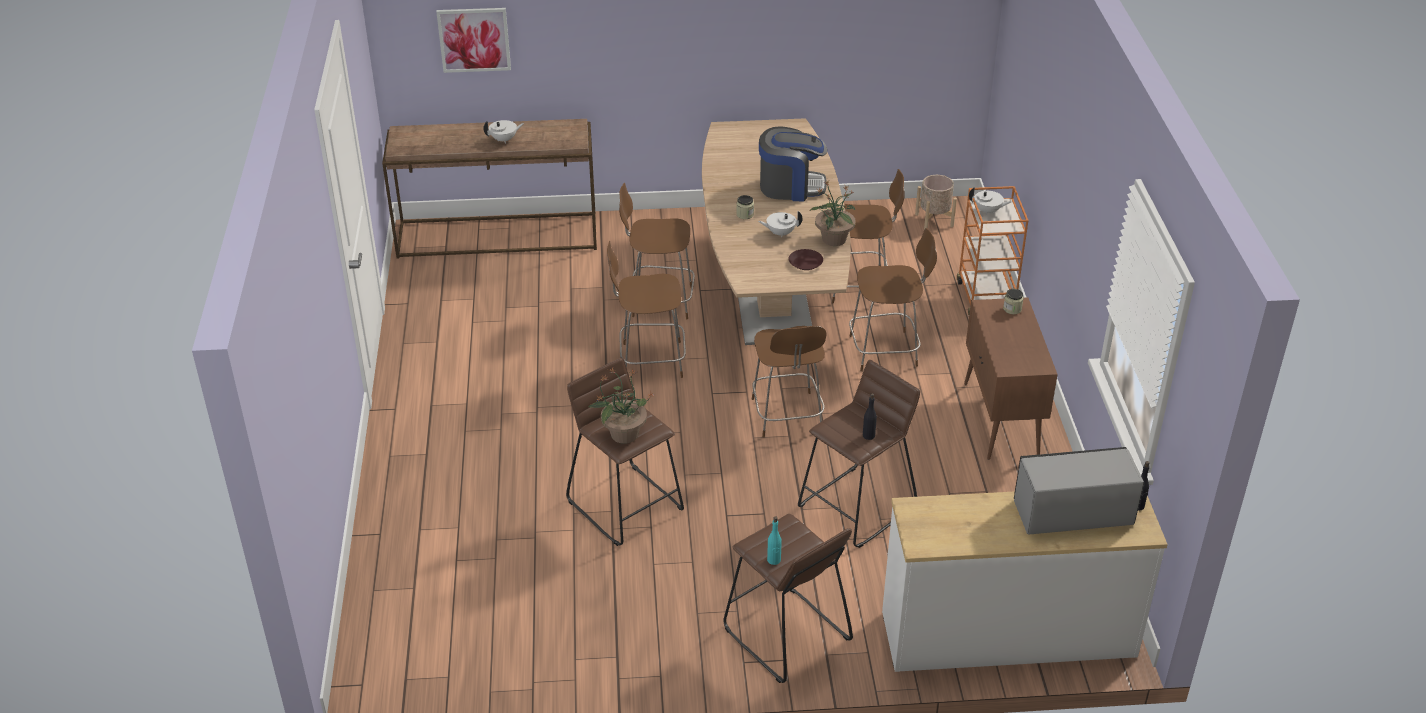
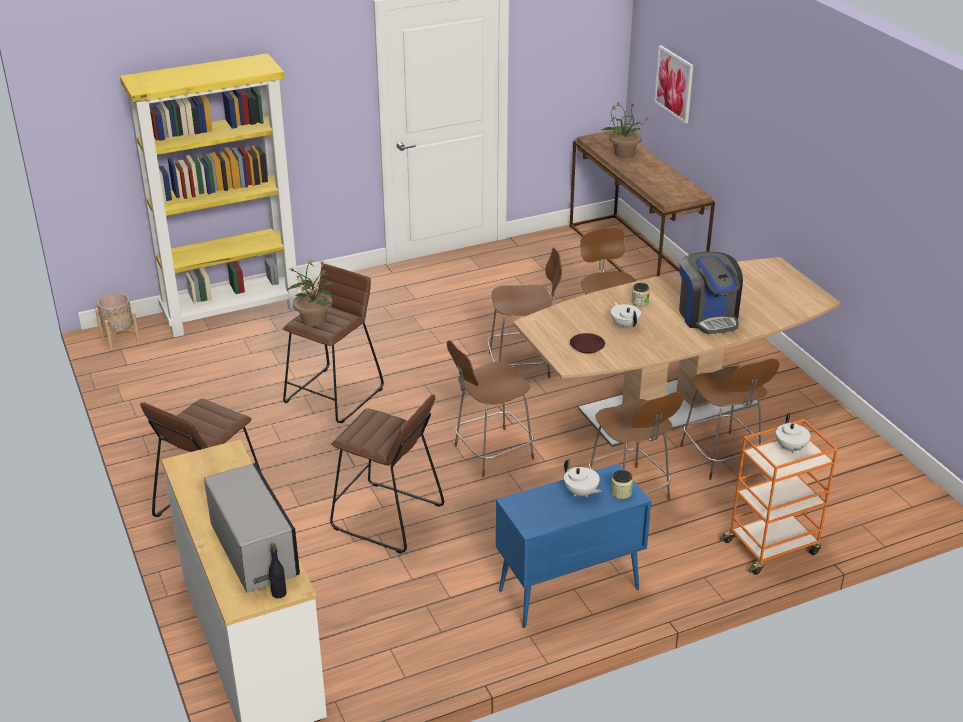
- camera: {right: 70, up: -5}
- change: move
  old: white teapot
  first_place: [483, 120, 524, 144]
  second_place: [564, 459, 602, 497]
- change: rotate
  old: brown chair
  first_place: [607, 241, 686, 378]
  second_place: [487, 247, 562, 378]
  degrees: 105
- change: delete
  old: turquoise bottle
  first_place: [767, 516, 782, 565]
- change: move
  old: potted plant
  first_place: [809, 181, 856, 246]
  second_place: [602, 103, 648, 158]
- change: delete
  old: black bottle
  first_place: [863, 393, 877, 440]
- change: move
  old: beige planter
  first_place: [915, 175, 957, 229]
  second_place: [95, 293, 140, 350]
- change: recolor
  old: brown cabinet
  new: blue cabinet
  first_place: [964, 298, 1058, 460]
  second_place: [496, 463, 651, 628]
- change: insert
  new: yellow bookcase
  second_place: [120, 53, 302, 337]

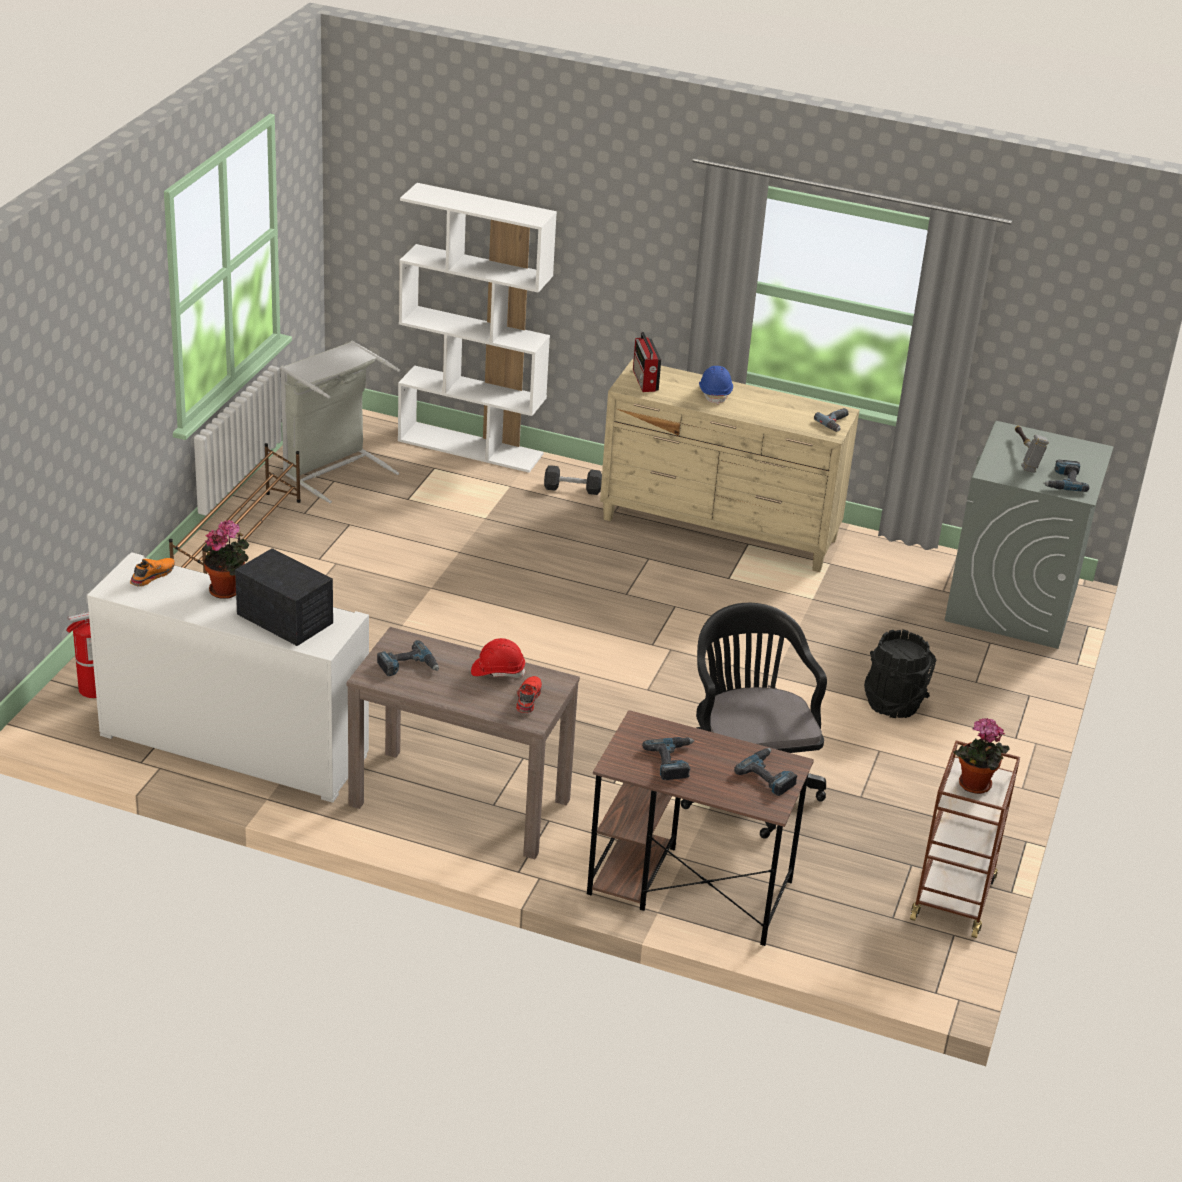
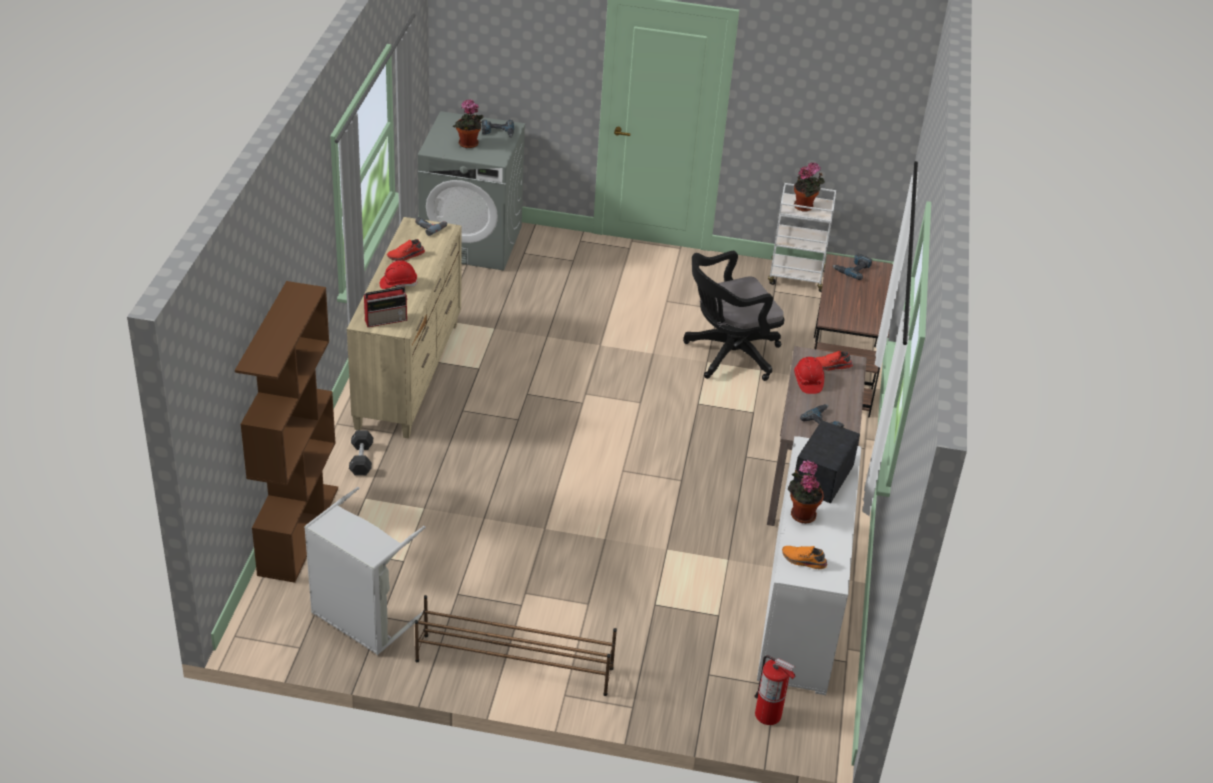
- camera: {right: -100, up: 5}
- change: recolor
  old: white bookcase
  new: brown bookcase
  first_place: [398, 183, 557, 473]
  second_place: [235, 281, 338, 583]
- change: delete
  old: power drill
  first_place: [642, 737, 695, 780]
- change: recolor
  old: blue hard hat
  new: red hard hat
  first_place: [699, 366, 733, 405]
  second_place: [380, 260, 417, 289]
- change: delete
  old: black bucket
  first_place: [864, 629, 936, 718]
- change: recolor
  old: brown cart
  new: white cart
  first_place: [910, 741, 1020, 938]
  second_place: [768, 183, 836, 292]
- change: replace
  old: hammer
  new: potted plant
  first_place: [1015, 426, 1049, 473]
  second_place: [453, 99, 483, 148]
- change: insert
  new: red shoe
  second_place: [387, 239, 425, 261]

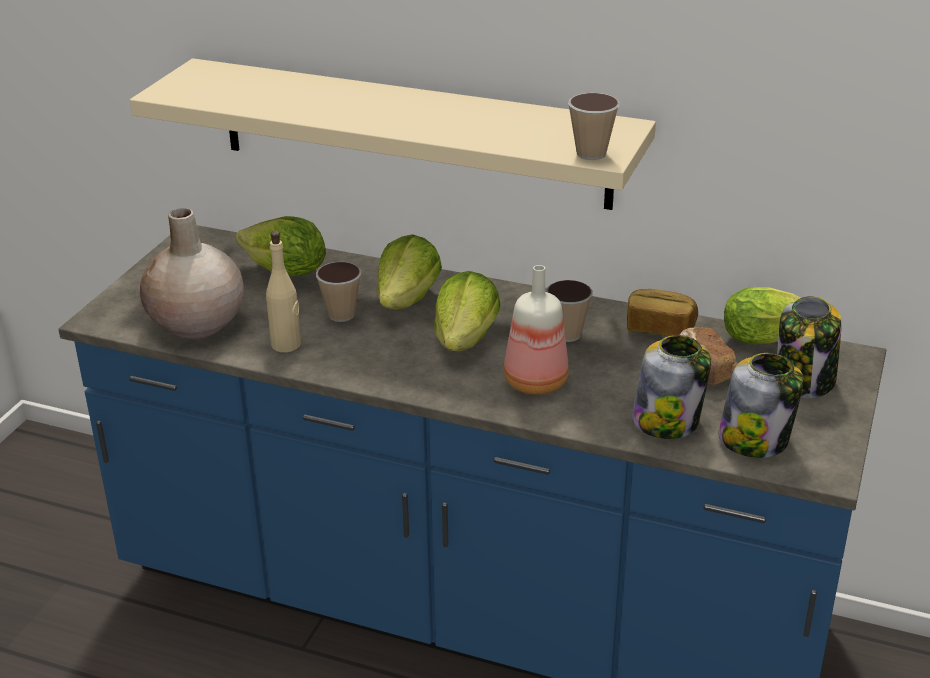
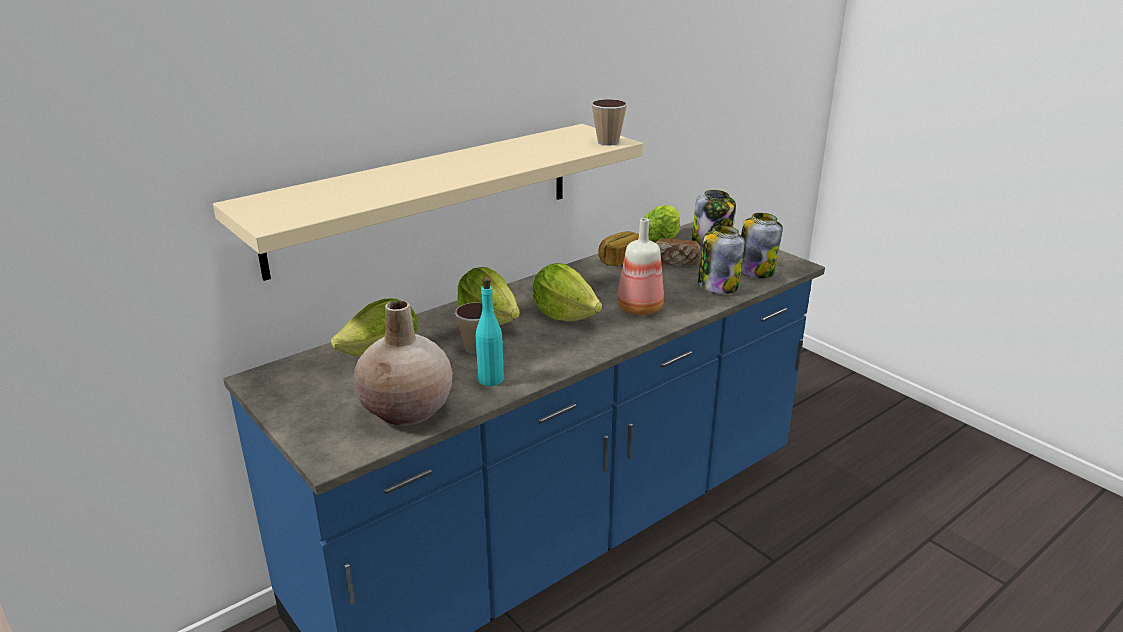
- camera: {right: -60, up: -5}
- change: recolor
  old: beige bottle
  new: turquoise bottle
  first_place: [266, 231, 301, 353]
  second_place: [476, 277, 504, 386]
- change: delete
  old: cup
  first_place: [546, 280, 593, 342]

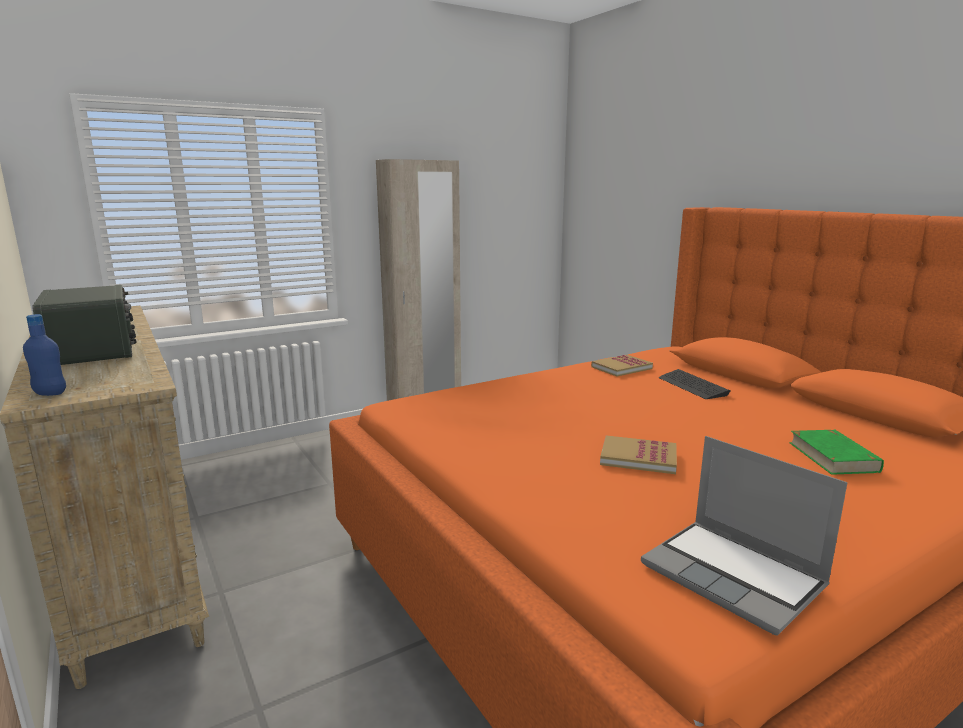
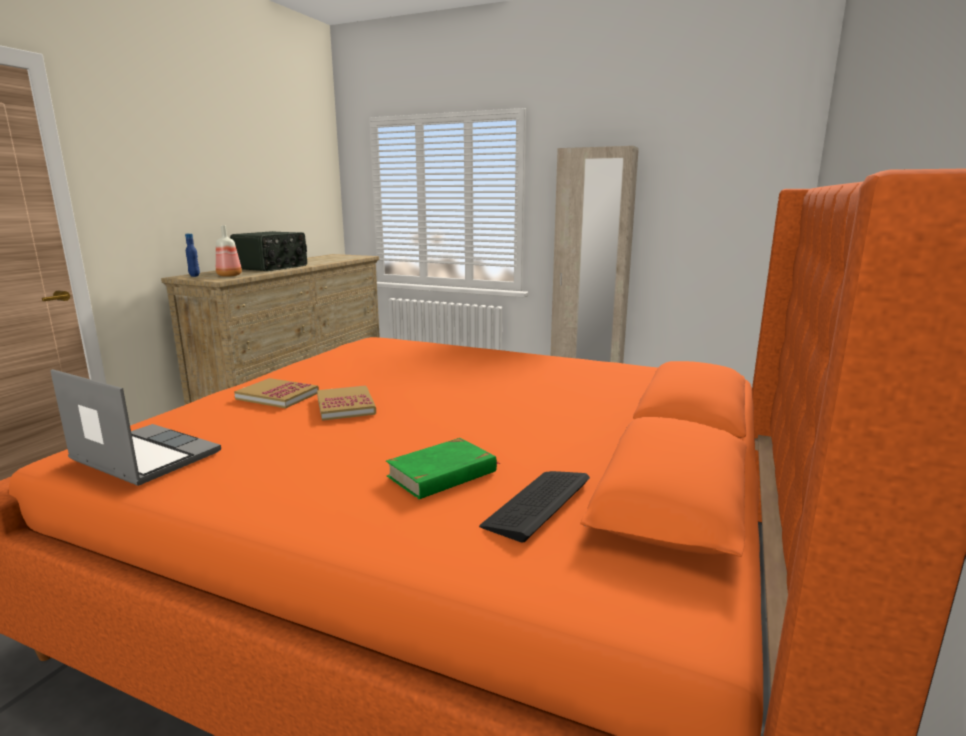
- camera: {right: 55, up: 0}
- change: move
  old: book
  first_place: [591, 355, 653, 376]
  second_place: [234, 378, 319, 408]
- change: rotate
  old: laptop
  first_place: [641, 436, 848, 636]
  second_place: [50, 369, 221, 486]
  degrees: 105
- change: move
  old: keyboard
  first_place: [659, 369, 731, 399]
  second_place: [479, 471, 590, 543]
- change: insert
  new: bottle
  second_place: [216, 225, 242, 277]

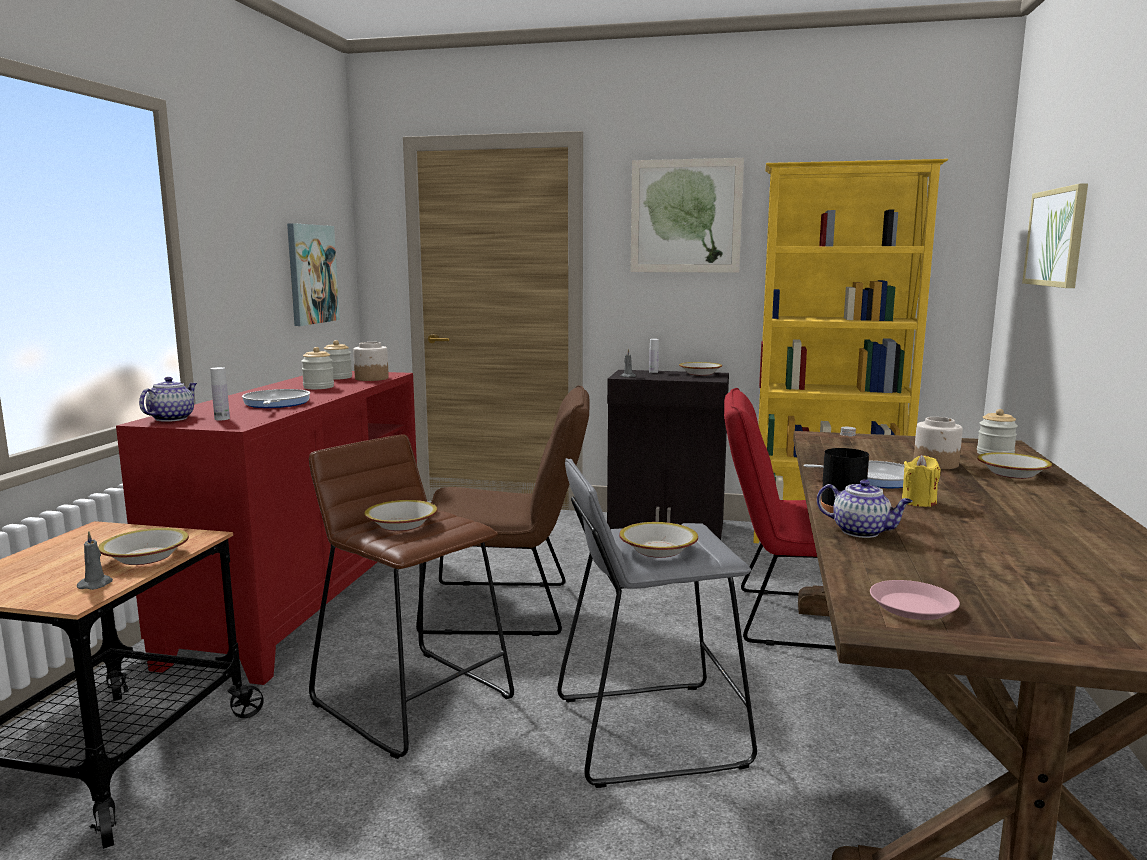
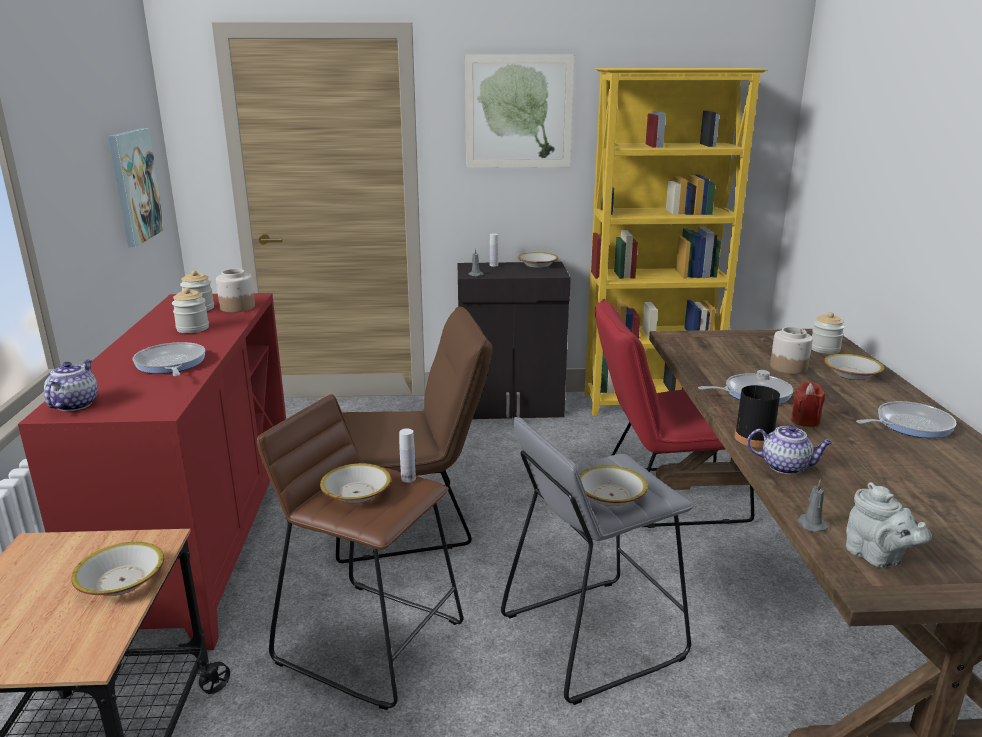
- camera: {right: -15, up: 10}
- change: move
  old: grey candle
  first_place: [77, 531, 113, 590]
  second_place: [797, 479, 828, 532]
- change: move
  old: white bottle
  first_place: [210, 367, 230, 420]
  second_place: [399, 429, 416, 483]
- change: replace
  old: pink plate
  new: grey teapot
  first_place: [870, 580, 960, 620]
  second_place: [846, 482, 932, 568]
- change: recolor
  old: yellow candle
  new: red candle
  first_place: [902, 455, 941, 507]
  second_place: [791, 382, 825, 427]
- change: delete
  old: picture
  first_place: [1022, 183, 1088, 288]
- change: insert
  new: frying pan
  second_place: [856, 401, 957, 438]

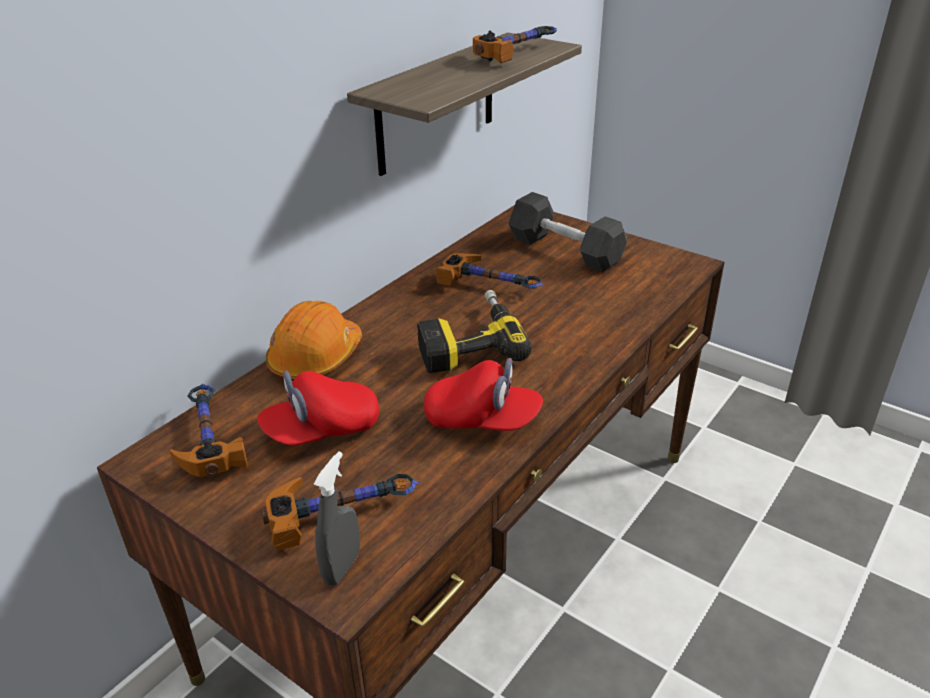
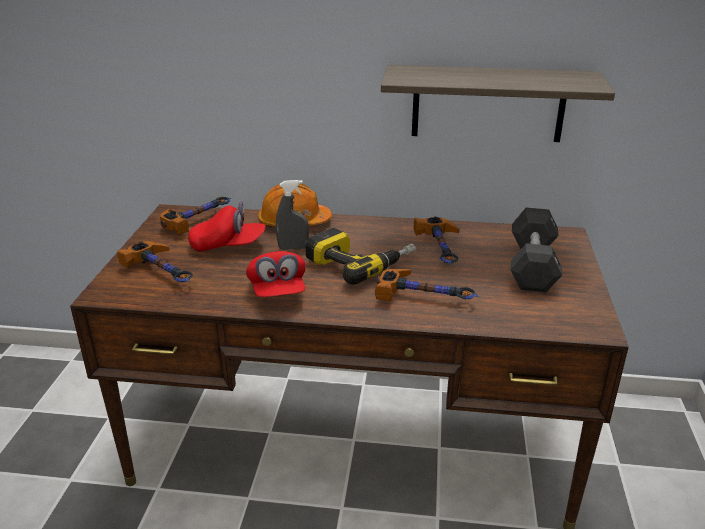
- camera: {right: 60, up: -5}
- change: rotate
  old: red cap
  first_place: [257, 370, 379, 445]
  second_place: [188, 201, 266, 252]
  degrees: 150
- change: move
  old: grey spray bottle
  first_place: [314, 452, 360, 586]
  second_place: [276, 180, 309, 250]
- change: move
  old: hammer
  first_place: [473, 26, 557, 63]
  second_place: [375, 269, 478, 301]

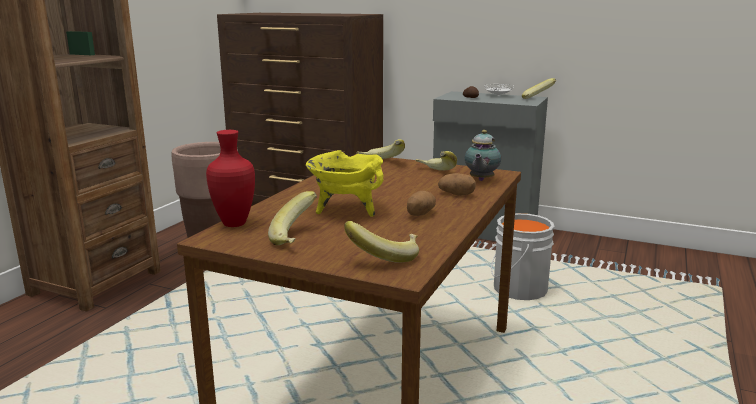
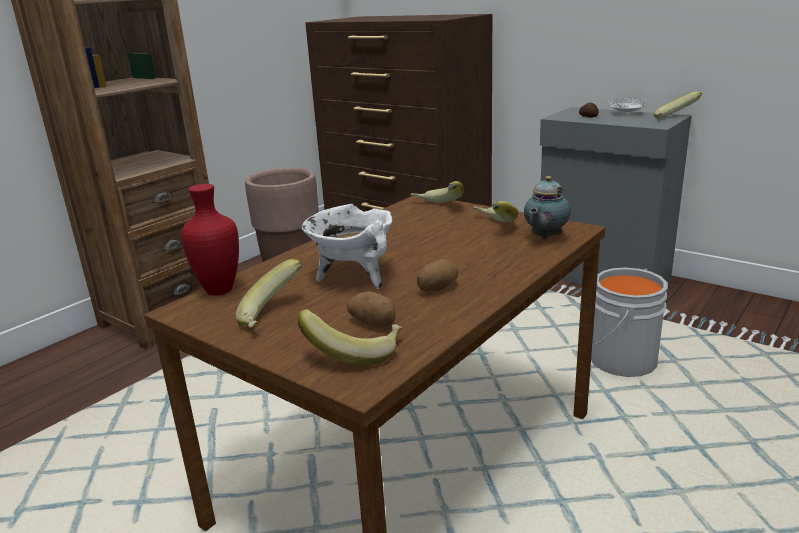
- camera: {right: 15, up: 5}
- change: recolor
  old: yellow cooking pot
  new: white cooking pot
  first_place: [306, 150, 384, 217]
  second_place: [302, 204, 392, 289]
- change: move
  old: potato
  first_place: [438, 173, 476, 196]
  second_place: [347, 291, 395, 327]

